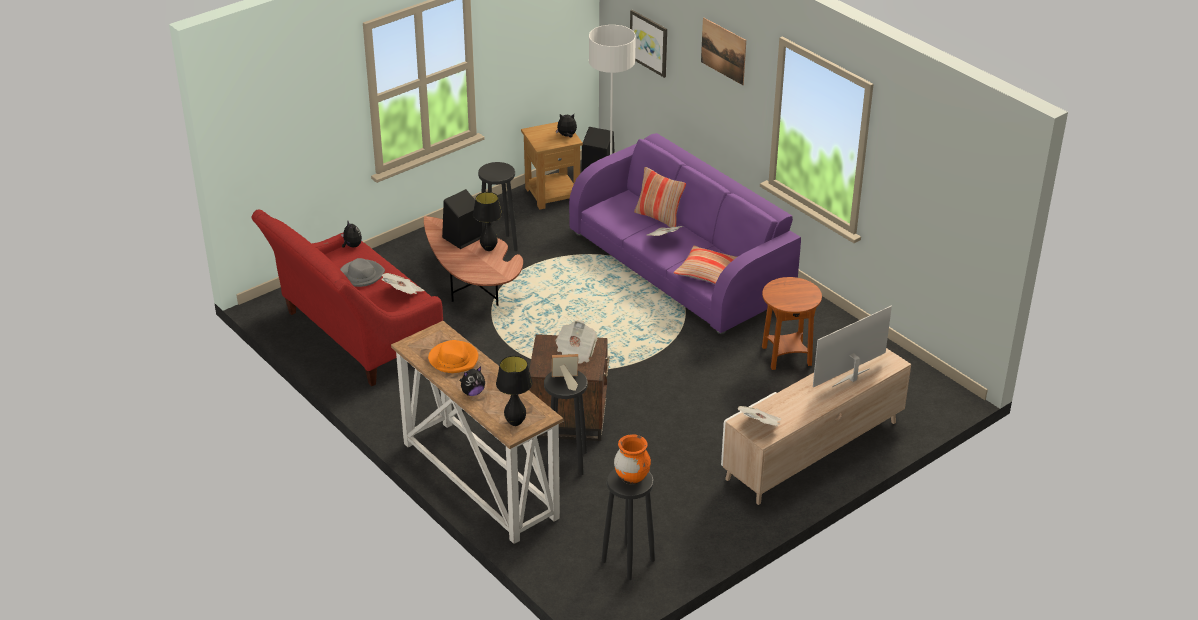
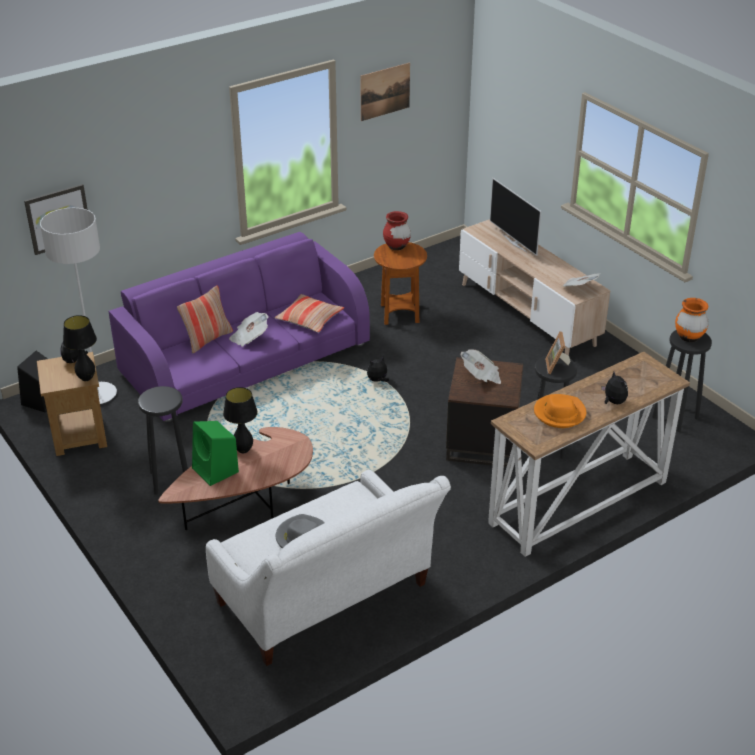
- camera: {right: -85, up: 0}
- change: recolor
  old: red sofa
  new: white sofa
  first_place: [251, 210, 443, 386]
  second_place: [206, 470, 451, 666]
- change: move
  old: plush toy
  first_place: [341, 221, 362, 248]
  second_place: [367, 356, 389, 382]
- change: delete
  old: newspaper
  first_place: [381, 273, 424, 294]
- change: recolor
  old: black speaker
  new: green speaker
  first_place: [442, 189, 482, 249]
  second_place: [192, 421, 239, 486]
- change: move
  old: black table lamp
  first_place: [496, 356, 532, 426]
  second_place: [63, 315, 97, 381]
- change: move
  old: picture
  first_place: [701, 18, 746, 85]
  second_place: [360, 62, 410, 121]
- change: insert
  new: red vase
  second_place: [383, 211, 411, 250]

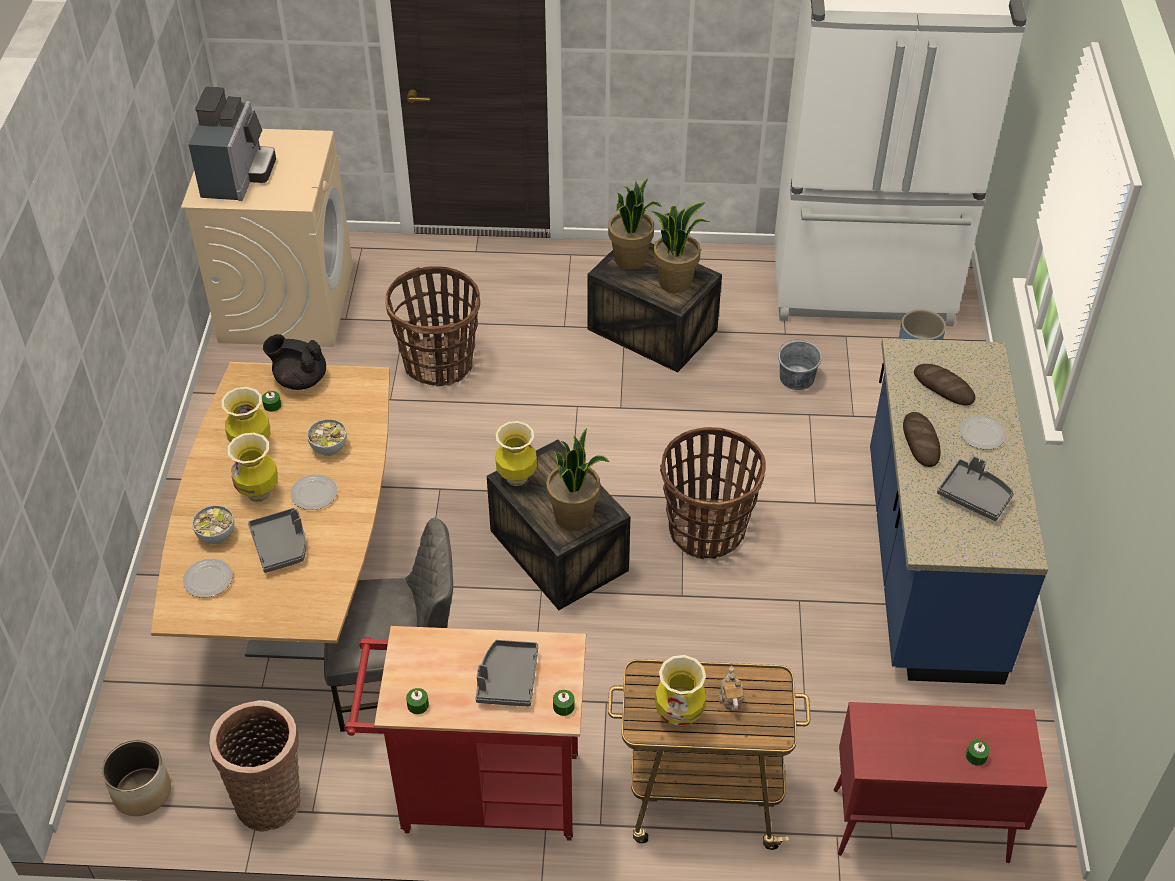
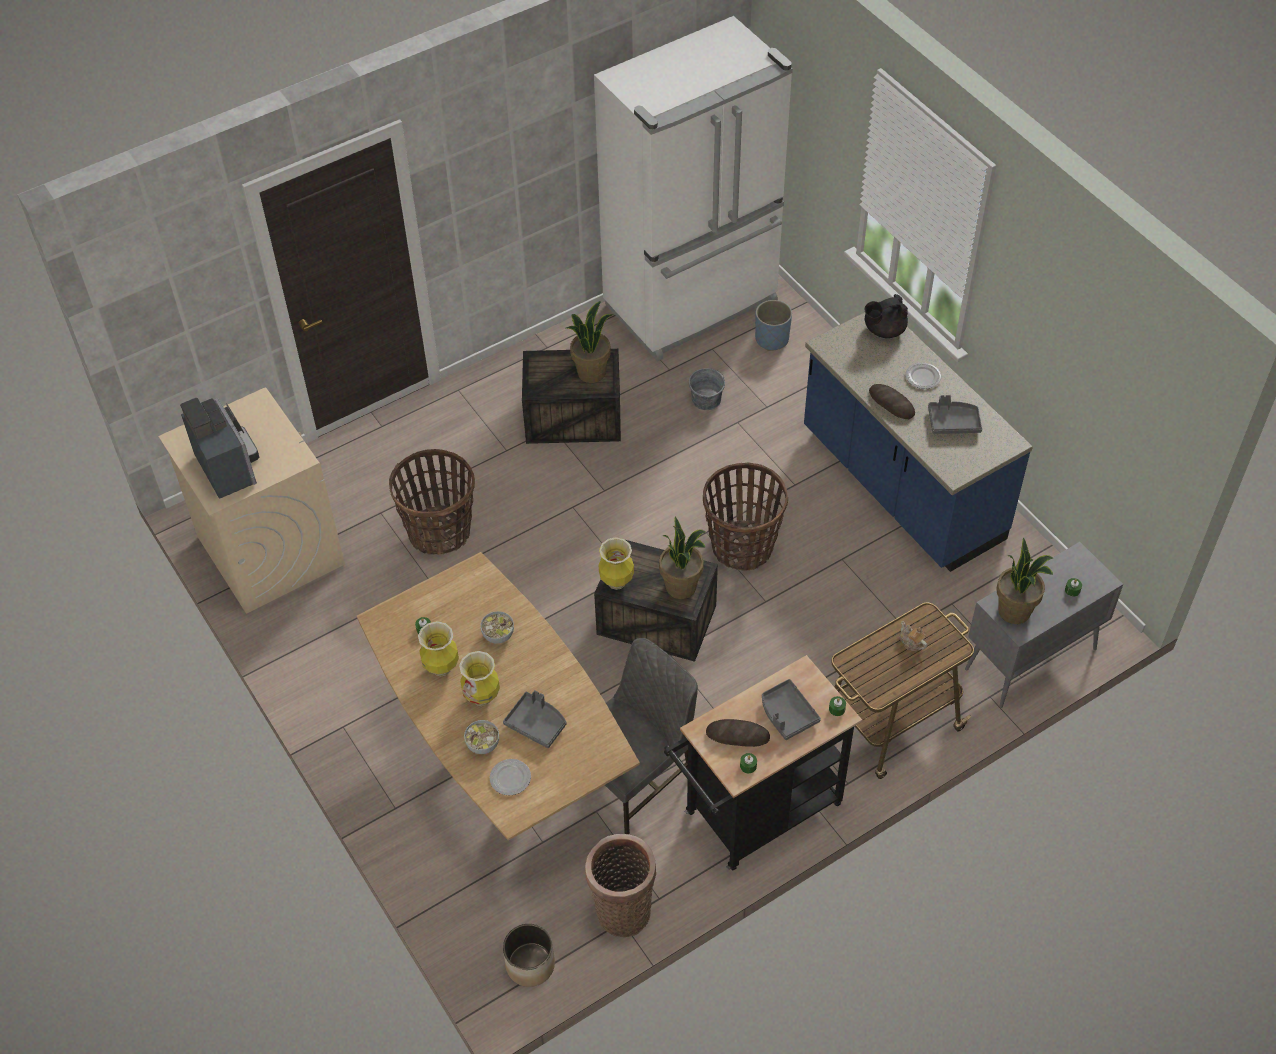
- camera: {right: -35, up: 5}
- change: move
  old: black teapot
  first_place: [263, 334, 326, 390]
  second_place: [865, 294, 908, 338]
- change: delete
  old: plate
  first_place: [290, 474, 337, 510]
- change: recolor
  old: red cart
  new: black cart
  first_place: [344, 626, 586, 840]
  second_place: [664, 655, 862, 870]
- change: move
  old: potted plant
  first_place: [608, 178, 662, 269]
  second_place: [996, 537, 1053, 624]
- change: delete
  old: vase
  first_place: [655, 655, 706, 728]
- change: recolor
  old: red cabinet
  new: grey cabinet
  first_place: [834, 702, 1047, 863]
  second_place: [965, 542, 1123, 708]
- change: move
  old: bread
  first_place: [914, 364, 975, 406]
  second_place: [706, 719, 770, 747]

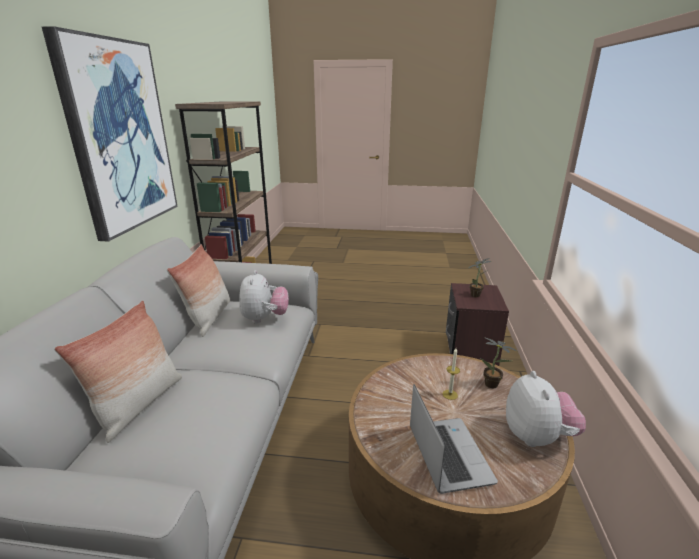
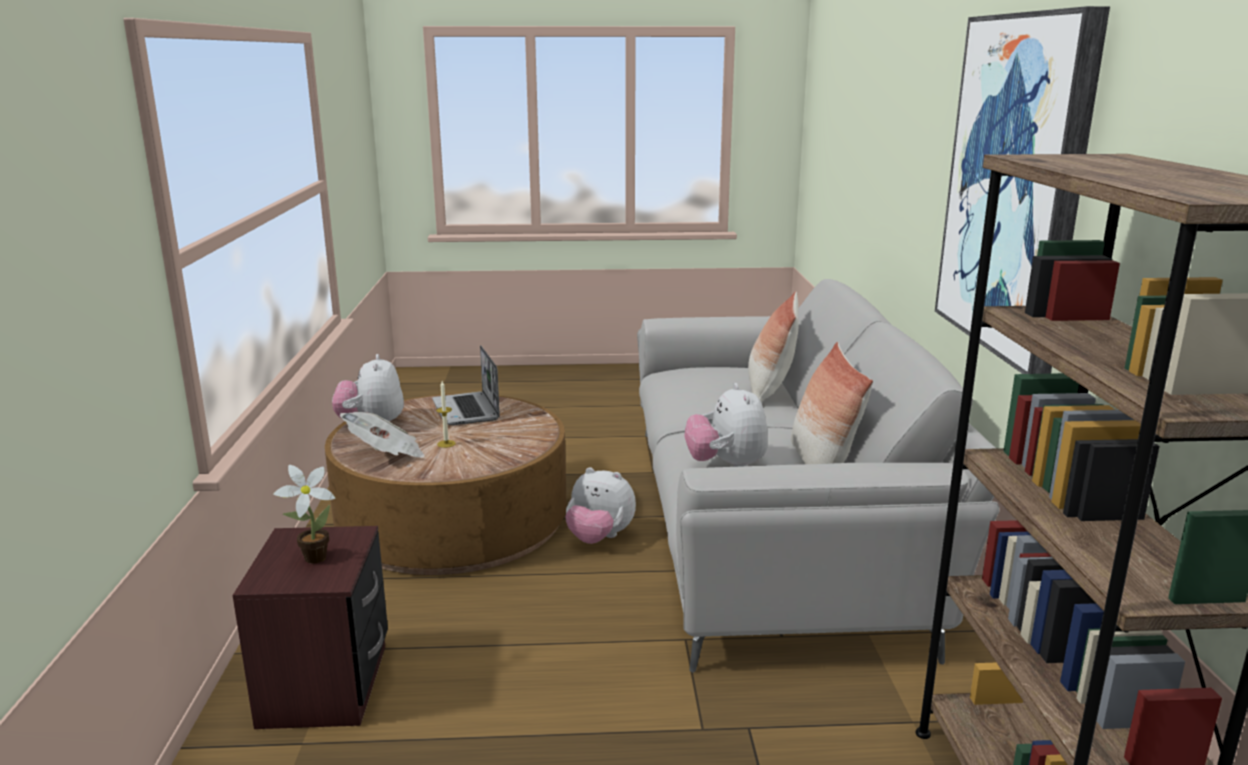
- camera: {right: 170, up: -5}
- change: replace
  old: potted plant
  new: newspaper
  first_place: [480, 338, 517, 388]
  second_place: [340, 412, 425, 458]
- change: insert
  new: plush toy
  second_place: [565, 467, 636, 544]

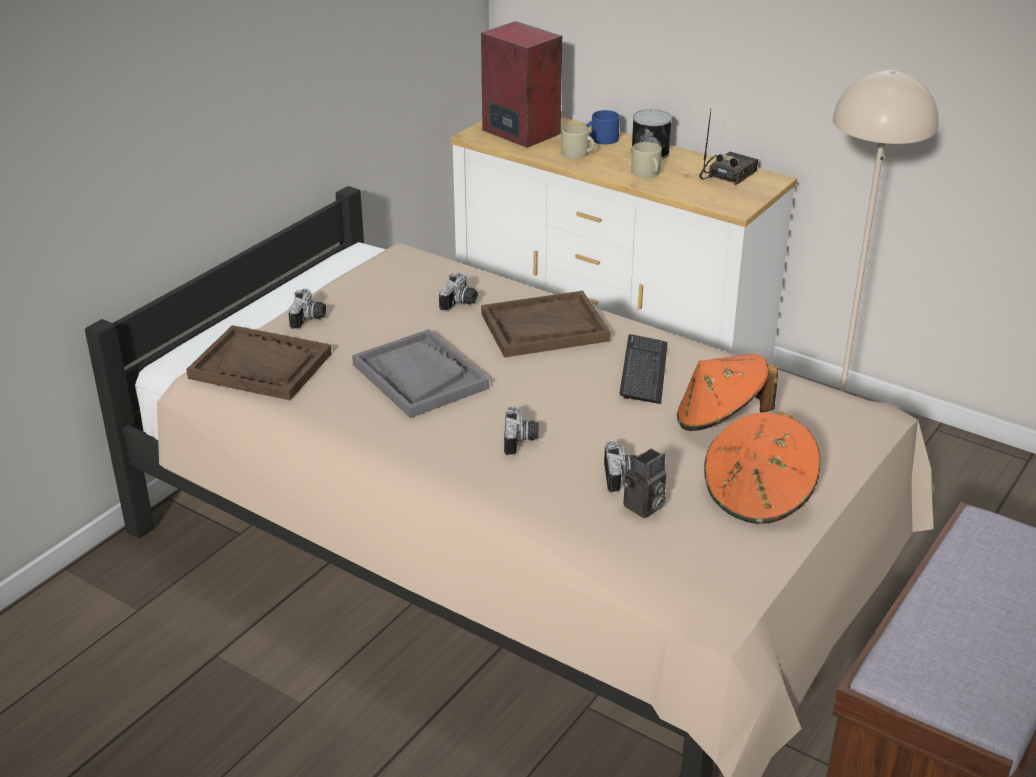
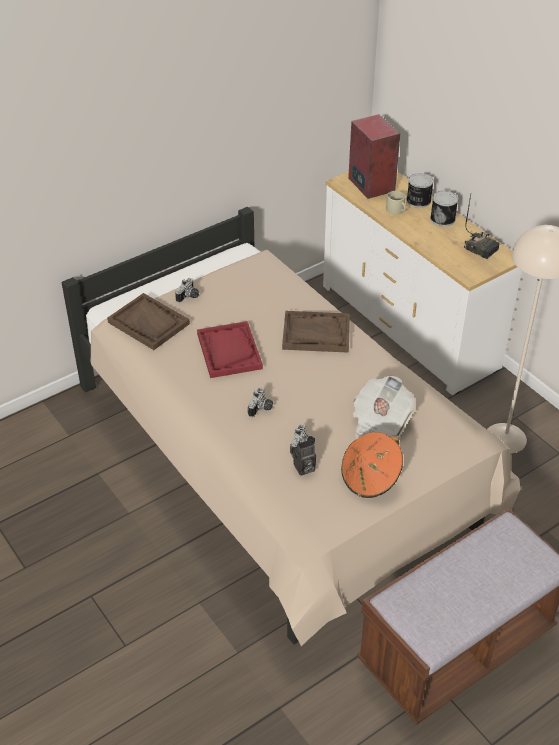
- camera: {right: 20, up: 10}
- change: recolor
  old: grey tray
  new: red tray
  first_place: [352, 329, 489, 418]
  second_place: [197, 321, 263, 378]
- change: delete
  old: photo camera
  first_place: [439, 273, 478, 312]
- change: replace
  old: blue mug
  new: can
  first_place: [586, 110, 620, 144]
  second_place: [407, 173, 434, 208]
- change: delete
  old: keyboard
  first_place: [620, 334, 668, 404]
- change: delete
  old: beige mug
  first_place: [631, 142, 662, 178]
- change: replace
  old: orange hat
  new: newspaper
  first_place: [677, 354, 778, 431]
  second_place: [353, 376, 416, 439]
- change: rotate
  old: radio
  first_place: [699, 111, 758, 185]
  second_place: [464, 195, 500, 259]
  degrees: 75

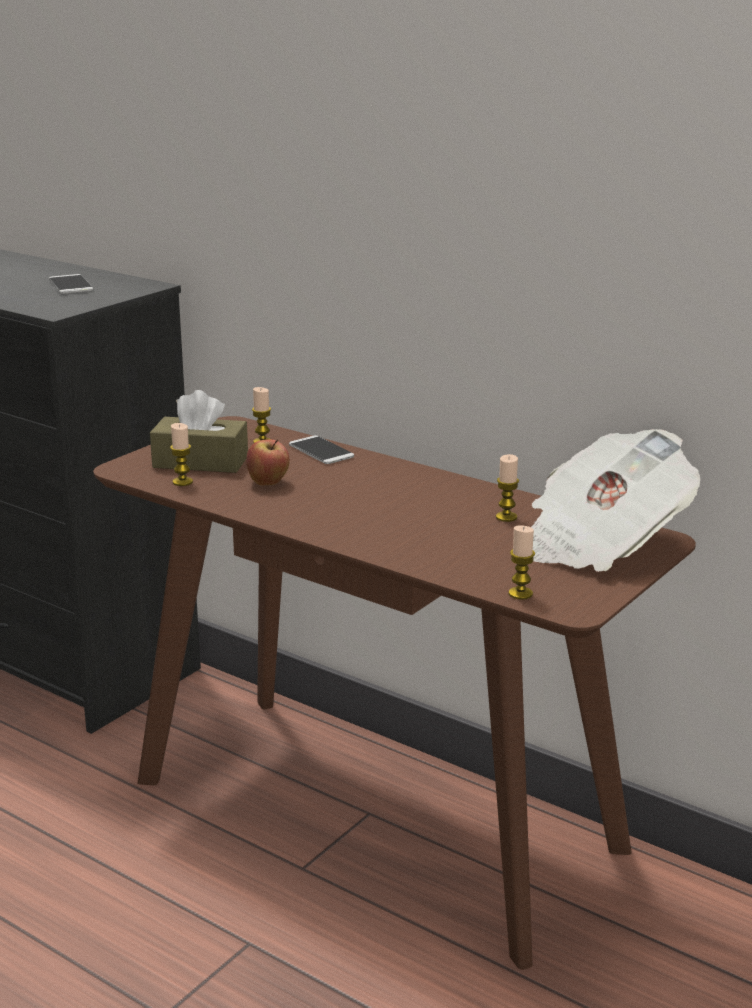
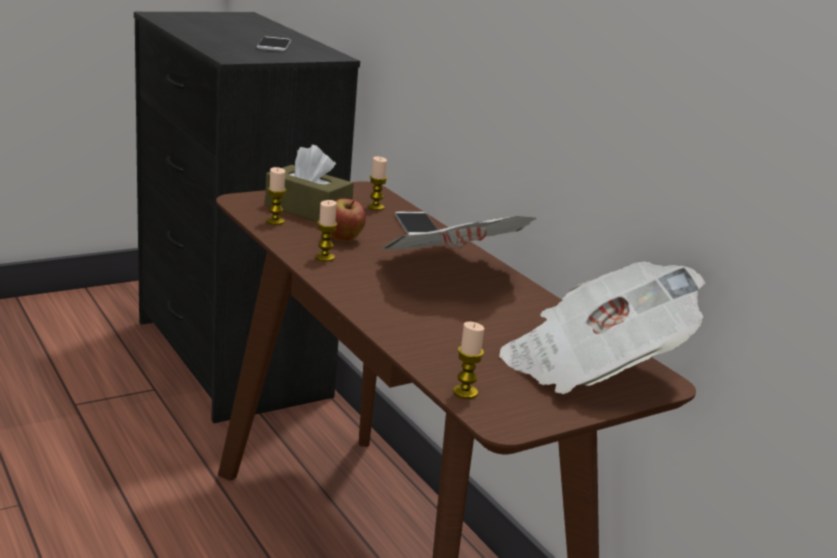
- camera: {right: 20, up: 0}
- change: move
  old: candle
  first_place: [496, 454, 519, 522]
  second_place: [315, 200, 337, 262]
- change: insert
  new: newspaper
  second_place: [380, 216, 536, 251]

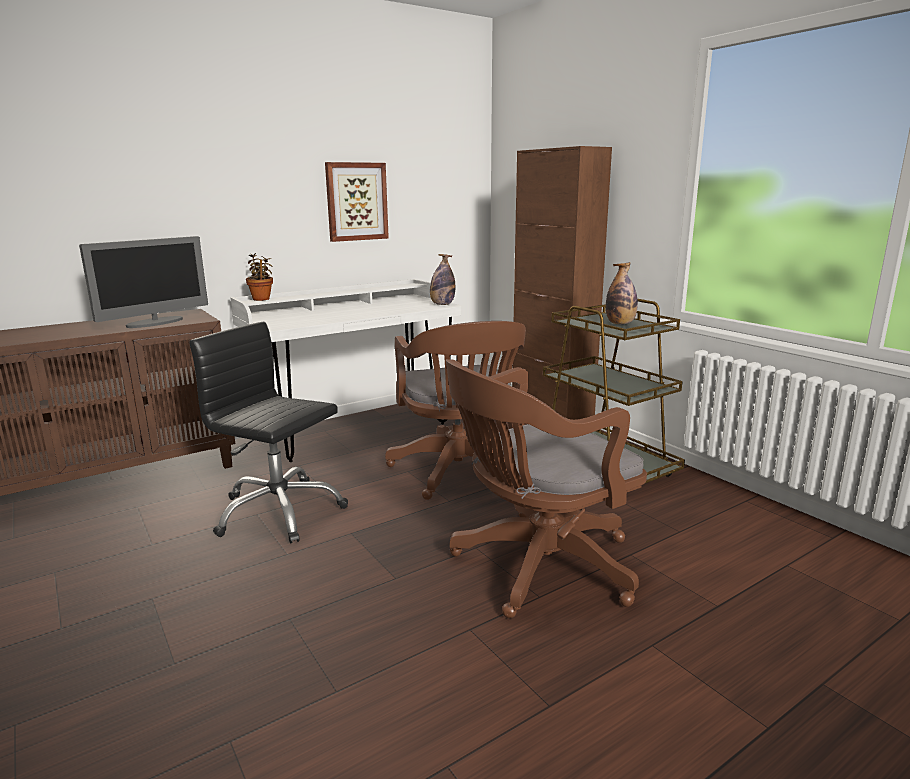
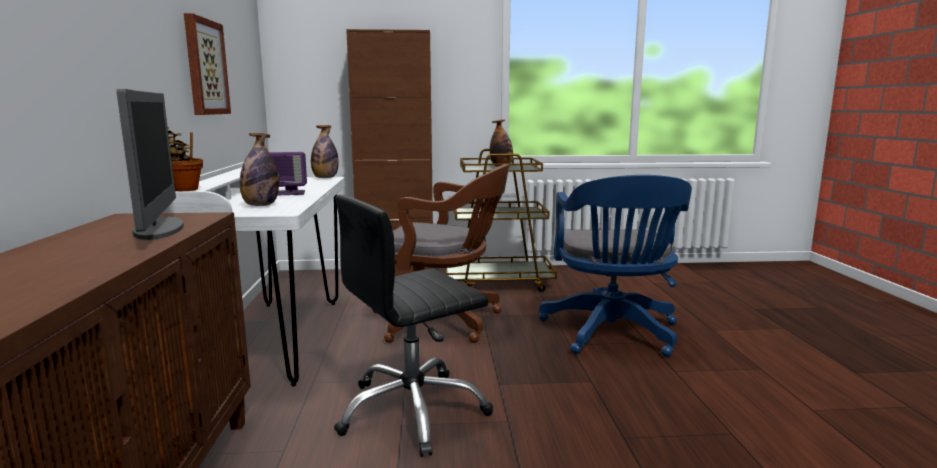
- camera: {right: -60, up: -5}
- change: recolor
  old: brown office chair
  new: blue office chair
  first_place: [446, 359, 647, 618]
  second_place: [539, 175, 692, 357]
- change: insert
  new: bottle
  second_place: [240, 133, 279, 206]
- change: insert
  new: purple speaker
  second_place: [269, 152, 307, 195]

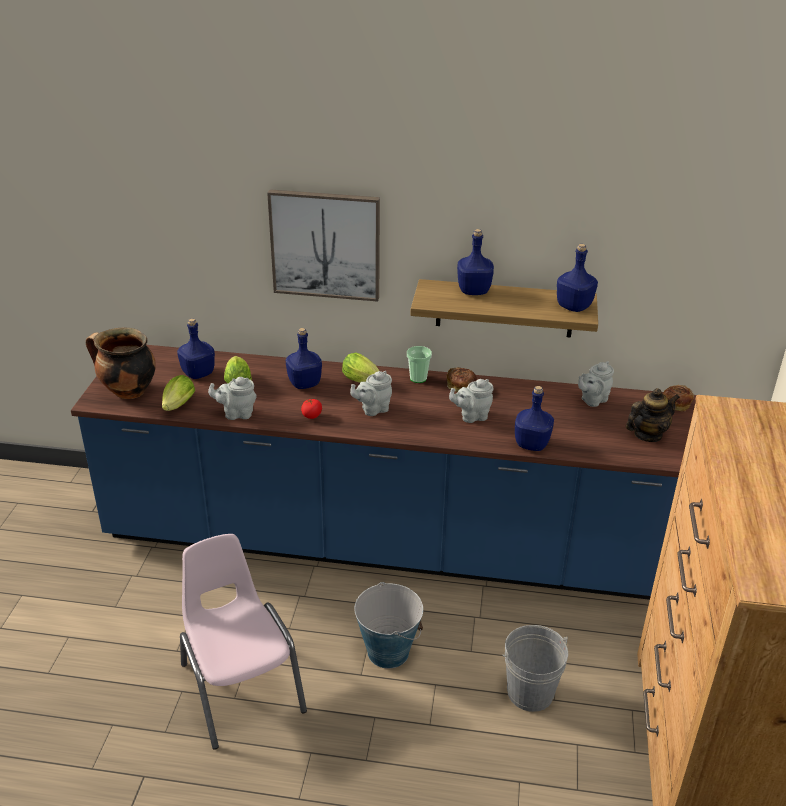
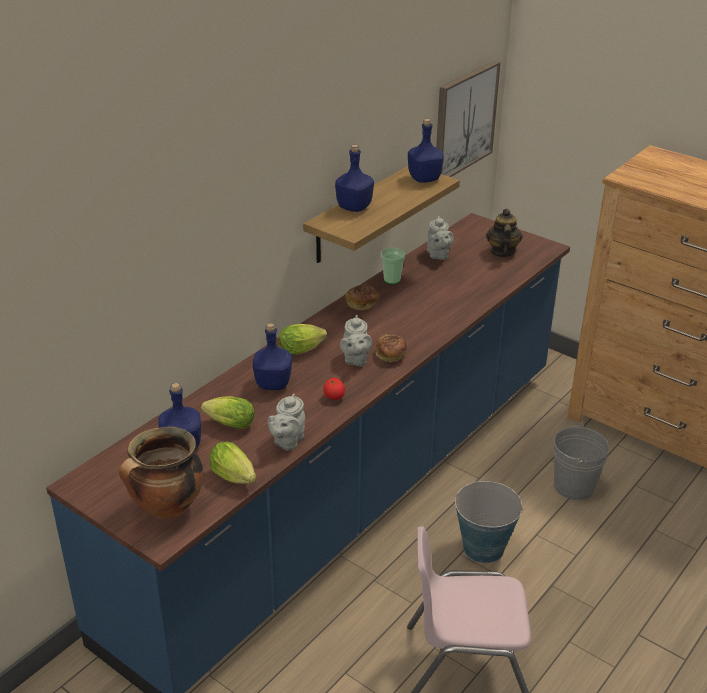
- camera: {right: -60, up: 0}
- change: move
  old: picture
  first_place: [267, 189, 380, 302]
  second_place: [436, 61, 501, 177]
- change: move
  old: cup
  first_place: [407, 346, 432, 383]
  second_place: [381, 248, 406, 284]
- change: delete
  old: grey teapot
  first_place: [449, 379, 494, 423]
- change: delete
  old: blue bottle
  first_place: [515, 386, 554, 451]
- change: move
  old: bread
  first_place: [663, 385, 694, 411]
  second_place: [376, 334, 407, 362]

